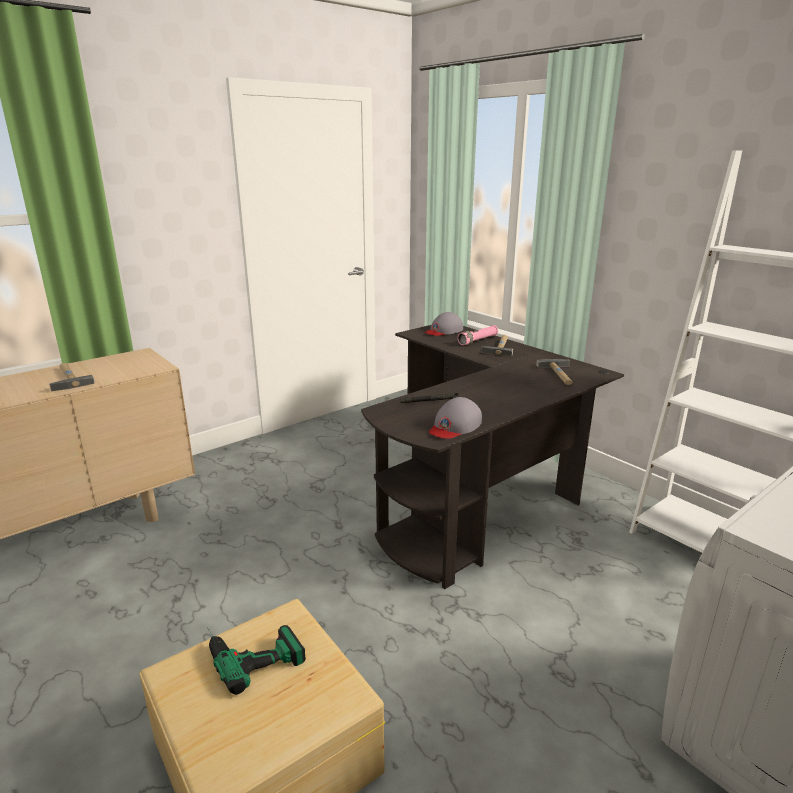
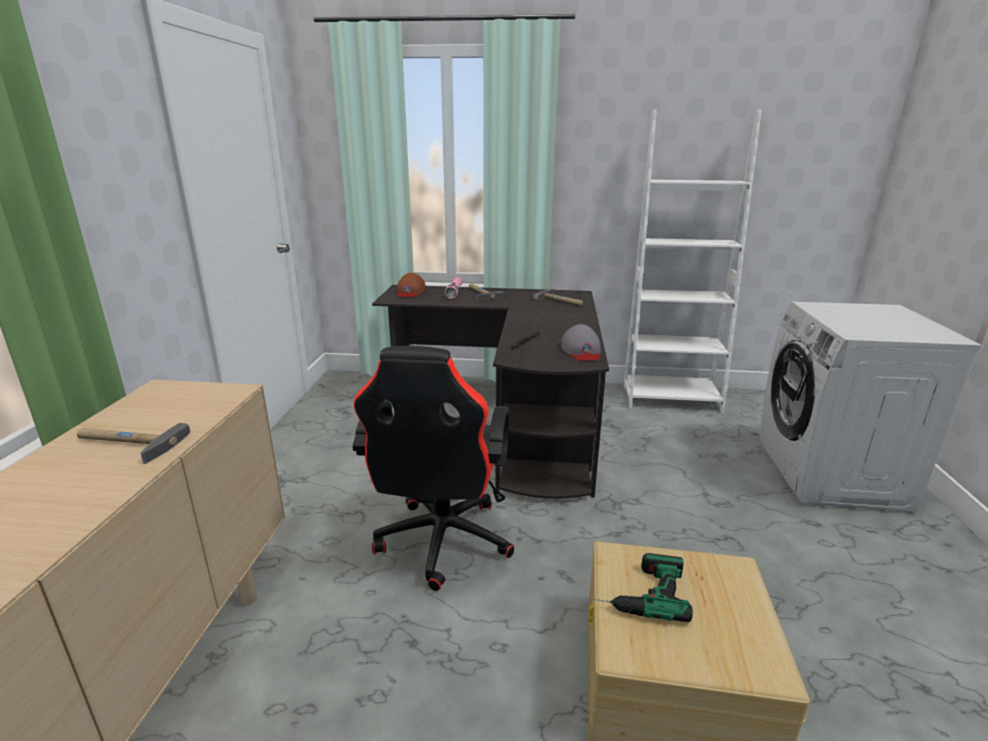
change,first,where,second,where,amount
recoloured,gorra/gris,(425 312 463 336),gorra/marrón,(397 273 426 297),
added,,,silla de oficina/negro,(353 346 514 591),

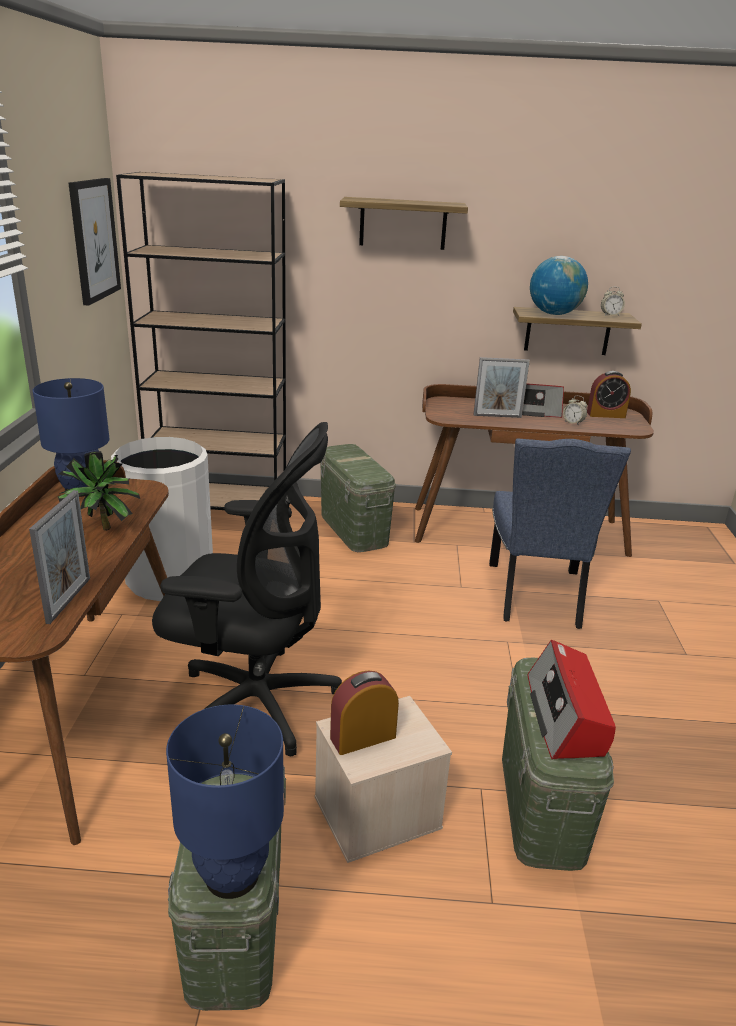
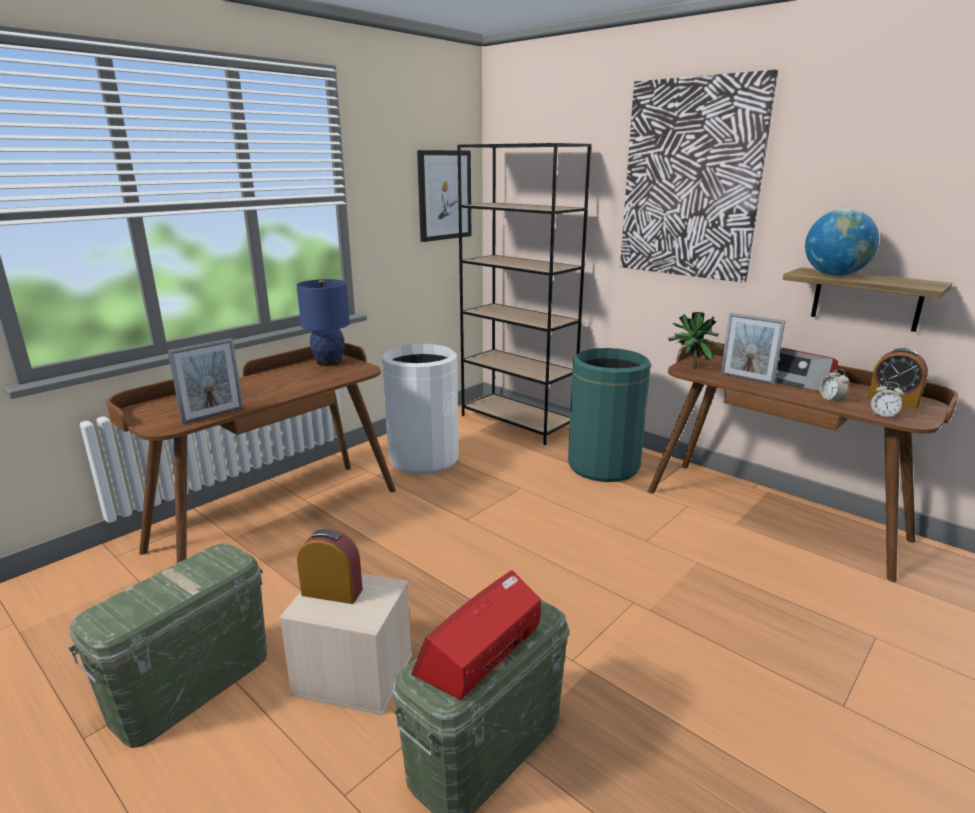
change,first,where,second,where,amount
replaced,estante,(340 197 468 250),cuadro,(620 70 778 283),
moved,despertador,(601 287 625 316),,(871 382 904 419),
removed,silla de oficina/negro,(152 422 342 756),,,
removed,silla/azul,(489 438 631 629),,,
replaced,caja de almacenaje/verde,(321 444 396 552),papelera/verde,(568 348 651 482),
moved,planta en maceta,(58 451 140 531),,(669 312 723 369),
removed,lámpara de mesa/azul,(166 705 284 899),,,

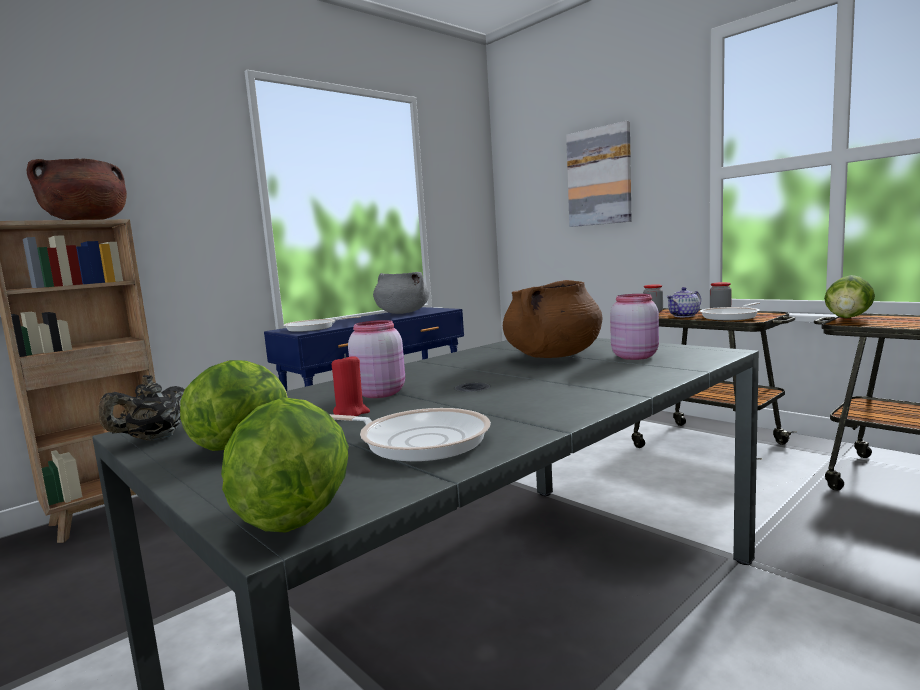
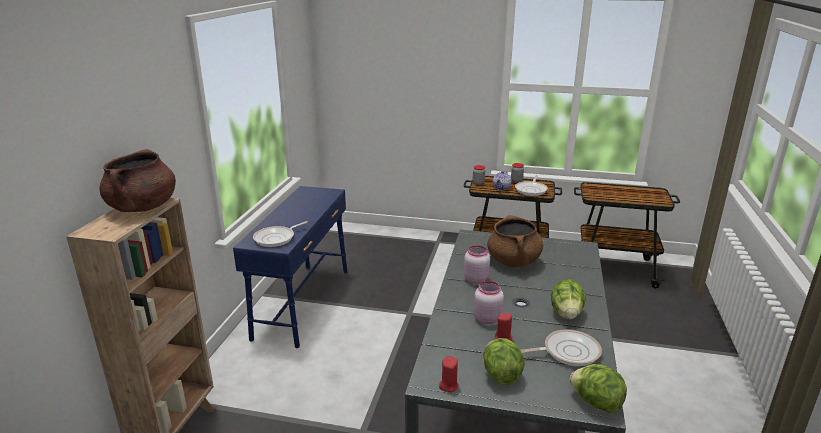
change,first,where,second,where,amount
removed,cuadro,(566 121 632 227),,,
removed,olla/gris,(373 272 429 314),,,
moved,lechuga,(824 275 875 318),,(551 279 586 319),
moved,tarro/rosa,(610 294 659 360),,(464 245 490 284),
replaced,tetera/negro,(99 375 185 441),vela/rojo,(439 356 459 392),

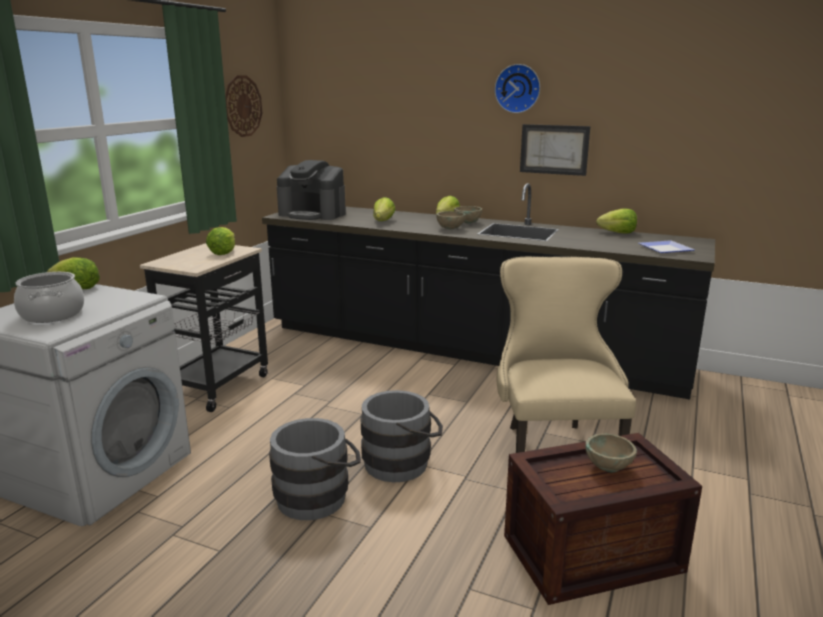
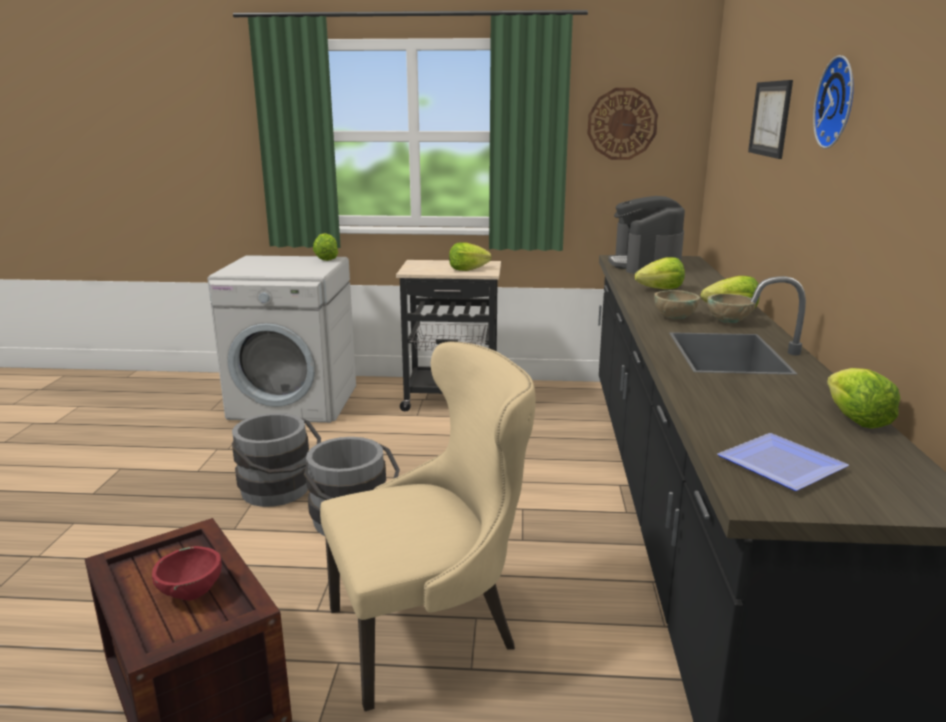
change,first,where,second,where,amount
moved,cuadro,(520 124 590 176),,(748 80 793 159),
removed,olla,(14 272 84 323),,,
recoloured,cuenco/beis,(585 434 637 472),cuenco/rojo,(152 546 222 600),

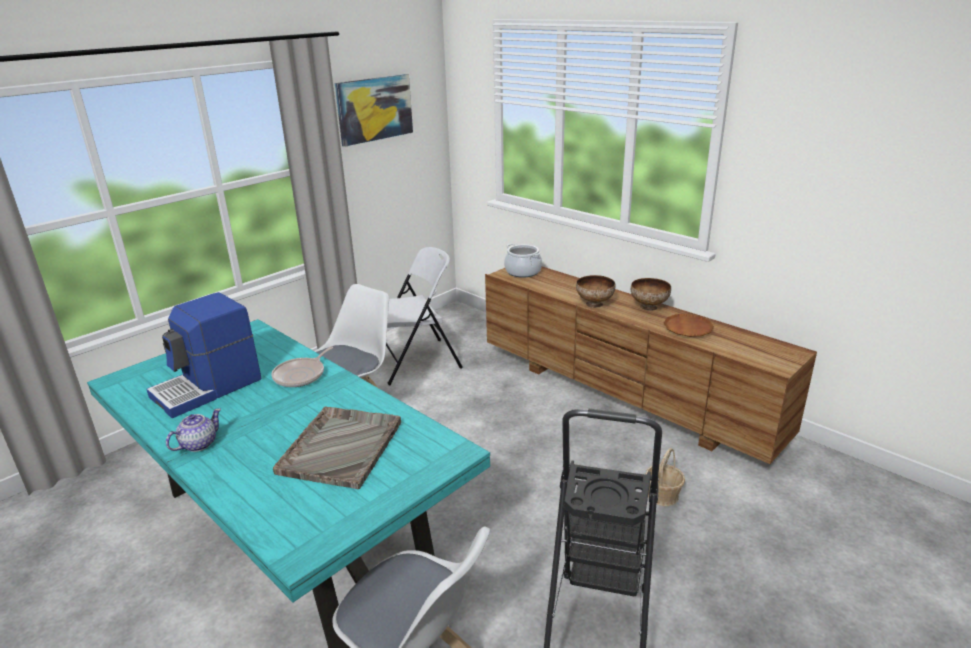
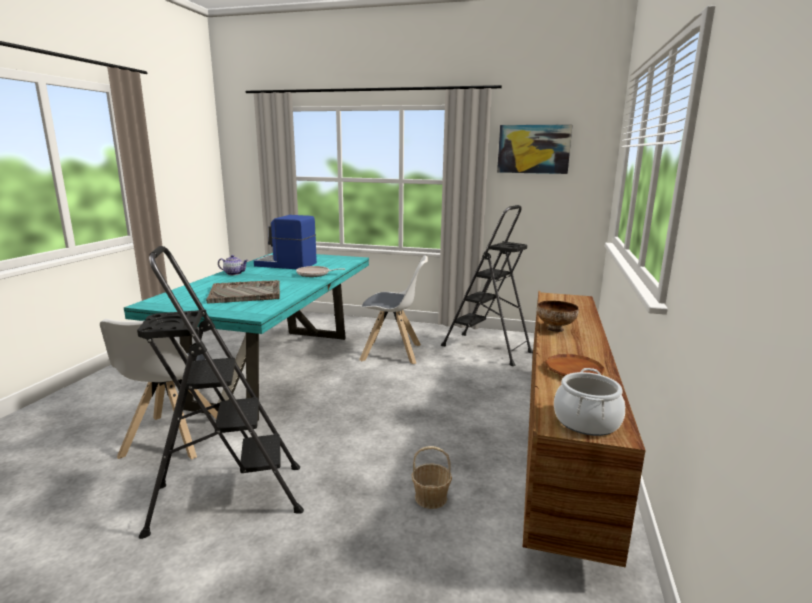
change,first,where,second,where,amount
moved,olla,(504 244 542 278),,(554 368 625 436),
replaced,silla/blanco,(386 247 462 386),escalera de tijera,(441 205 533 366),
removed,cuenco,(631 278 671 311),,,

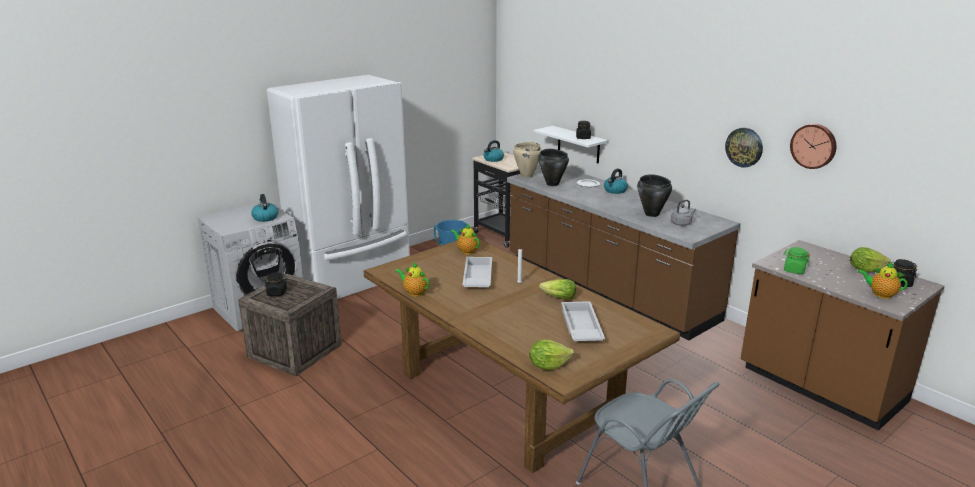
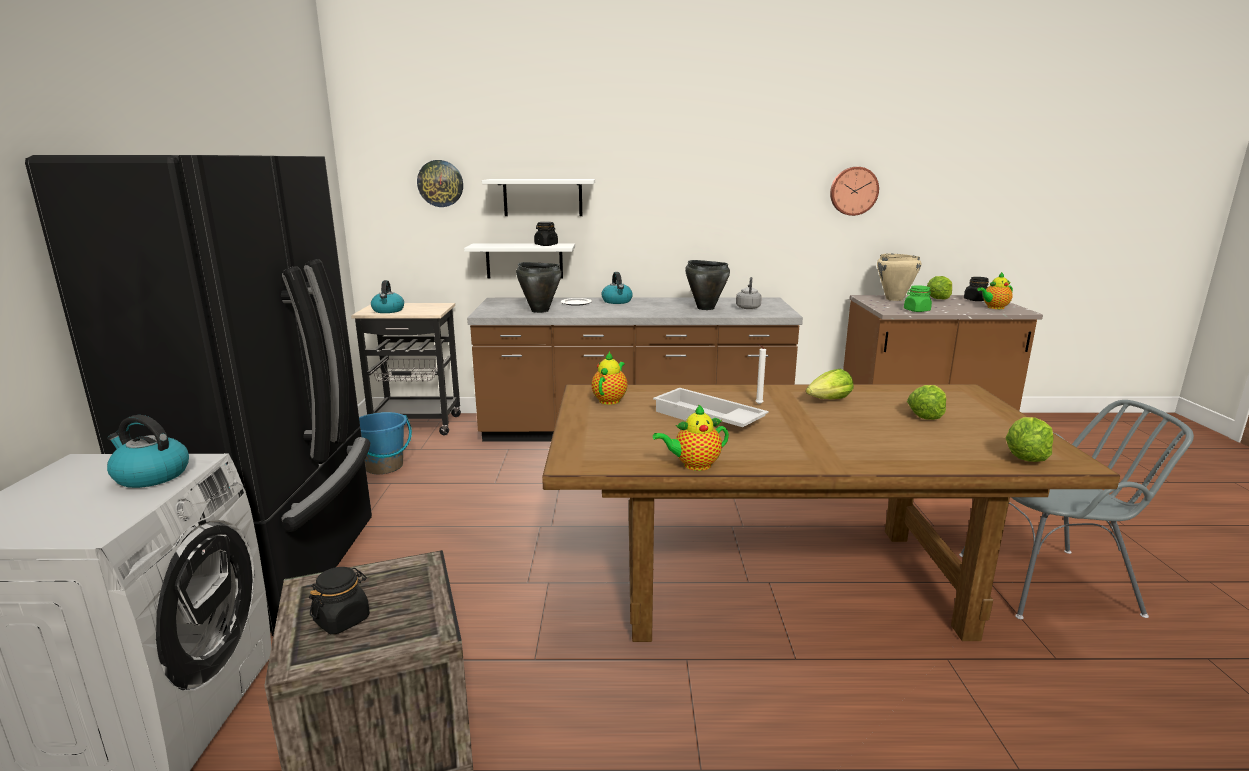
change,first,where,second,where,amount
recoloured,nevera/blanco,(267 75 410 299),nevera/negro,(25 155 372 636),
moved,reloj de pared,(725 128 763 168),,(417 160 463 207),
moved,olla/beis,(513 142 542 178),,(877 253 921 301),
turned,tetera,(451 224 480 254),,(591 352 627 405),120 degrees clockwise
replaced,bandeja/blanco,(561 301 605 341),lechuga,(907 385 946 420),
added,,,estante/blanco,(482 179 595 216),

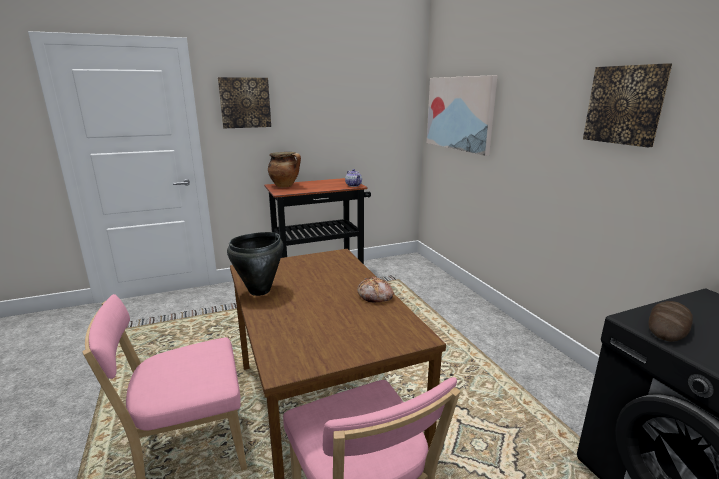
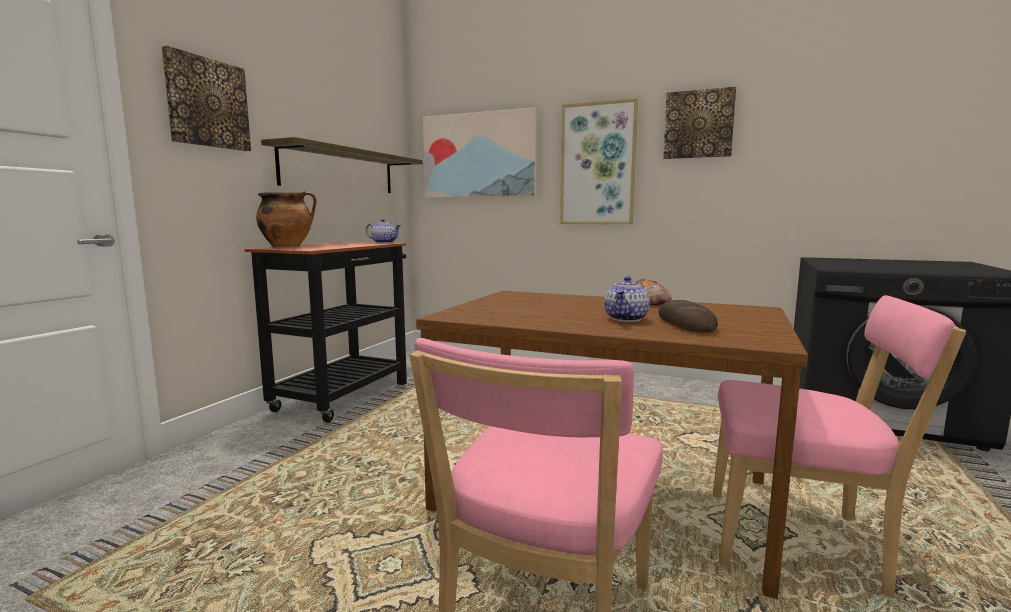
change,first,where,second,where,amount
removed,olla/negro,(227 232 283 296),,,
moved,pan,(648 301 693 342),,(658 300 718 333),
added,,,cuadro,(560 98 638 224),
added,,,estante,(261 137 423 193),
added,,,tetera,(604 276 650 322),

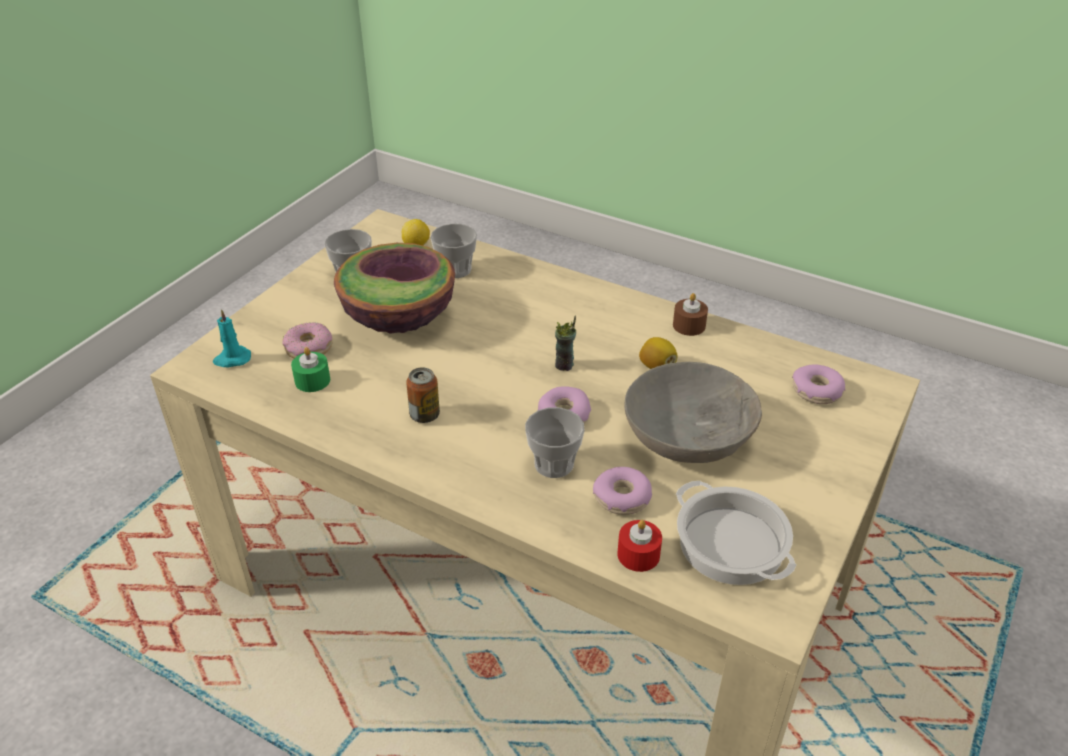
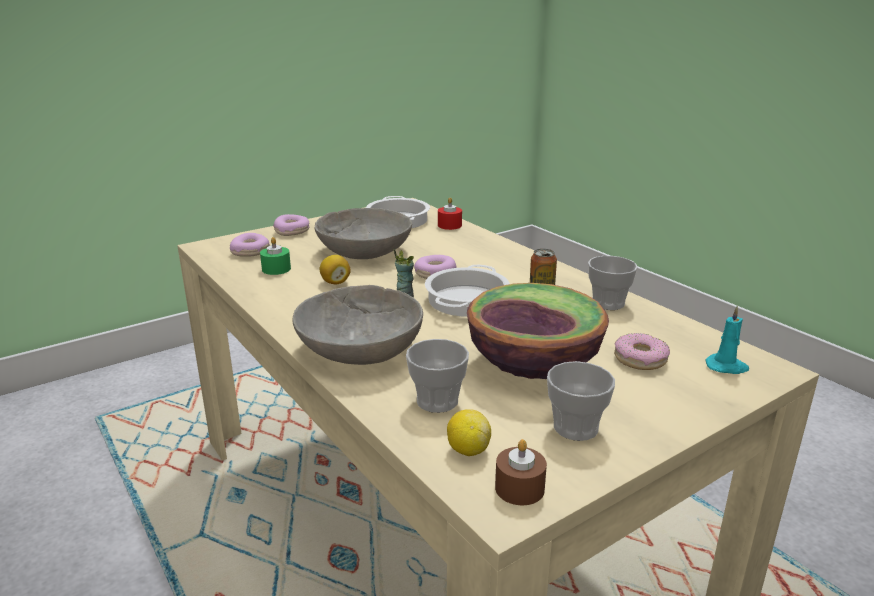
change,first,where,second,where,amount
moved,vela/marrón,(673 293 708 336),,(495 439 547 505),
moved,vela/verde,(291 347 330 392),,(260 237 291 275),
moved,taza,(525 407 585 478),,(588 256 638 310),
moved,rosquilla,(593 467 652 515),,(273 214 309 236),
added,,,olla,(425 265 510 317),
added,,,cuenco/gris,(293 285 423 365),

